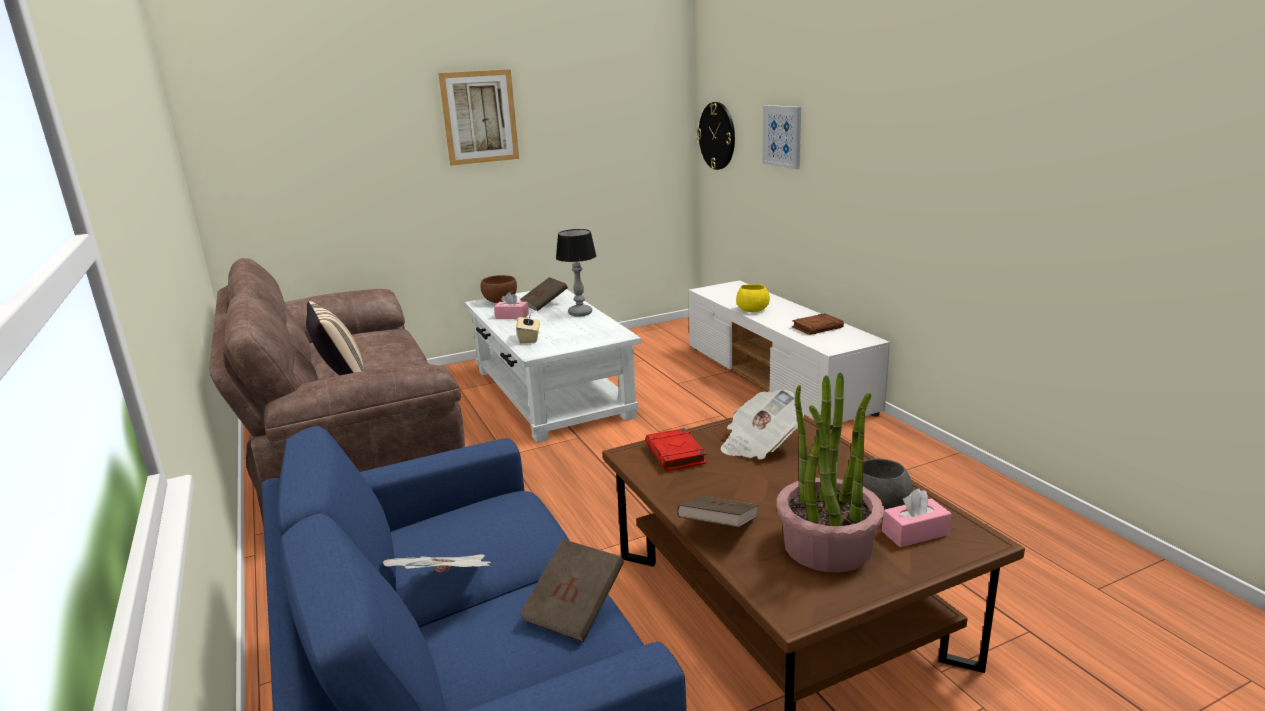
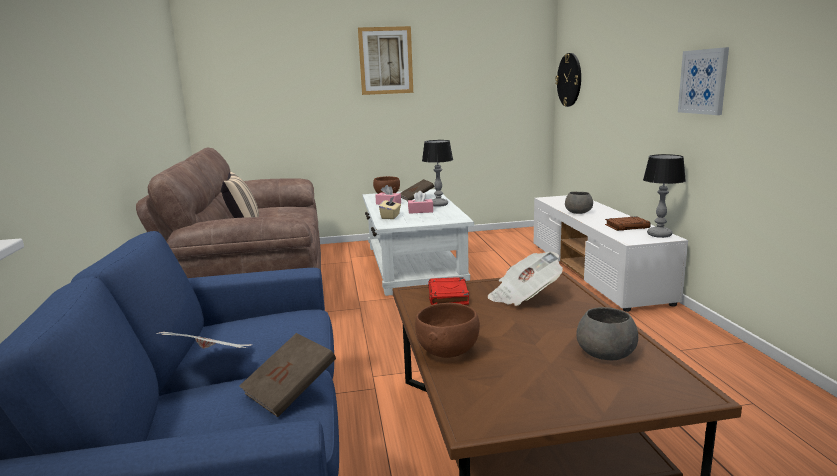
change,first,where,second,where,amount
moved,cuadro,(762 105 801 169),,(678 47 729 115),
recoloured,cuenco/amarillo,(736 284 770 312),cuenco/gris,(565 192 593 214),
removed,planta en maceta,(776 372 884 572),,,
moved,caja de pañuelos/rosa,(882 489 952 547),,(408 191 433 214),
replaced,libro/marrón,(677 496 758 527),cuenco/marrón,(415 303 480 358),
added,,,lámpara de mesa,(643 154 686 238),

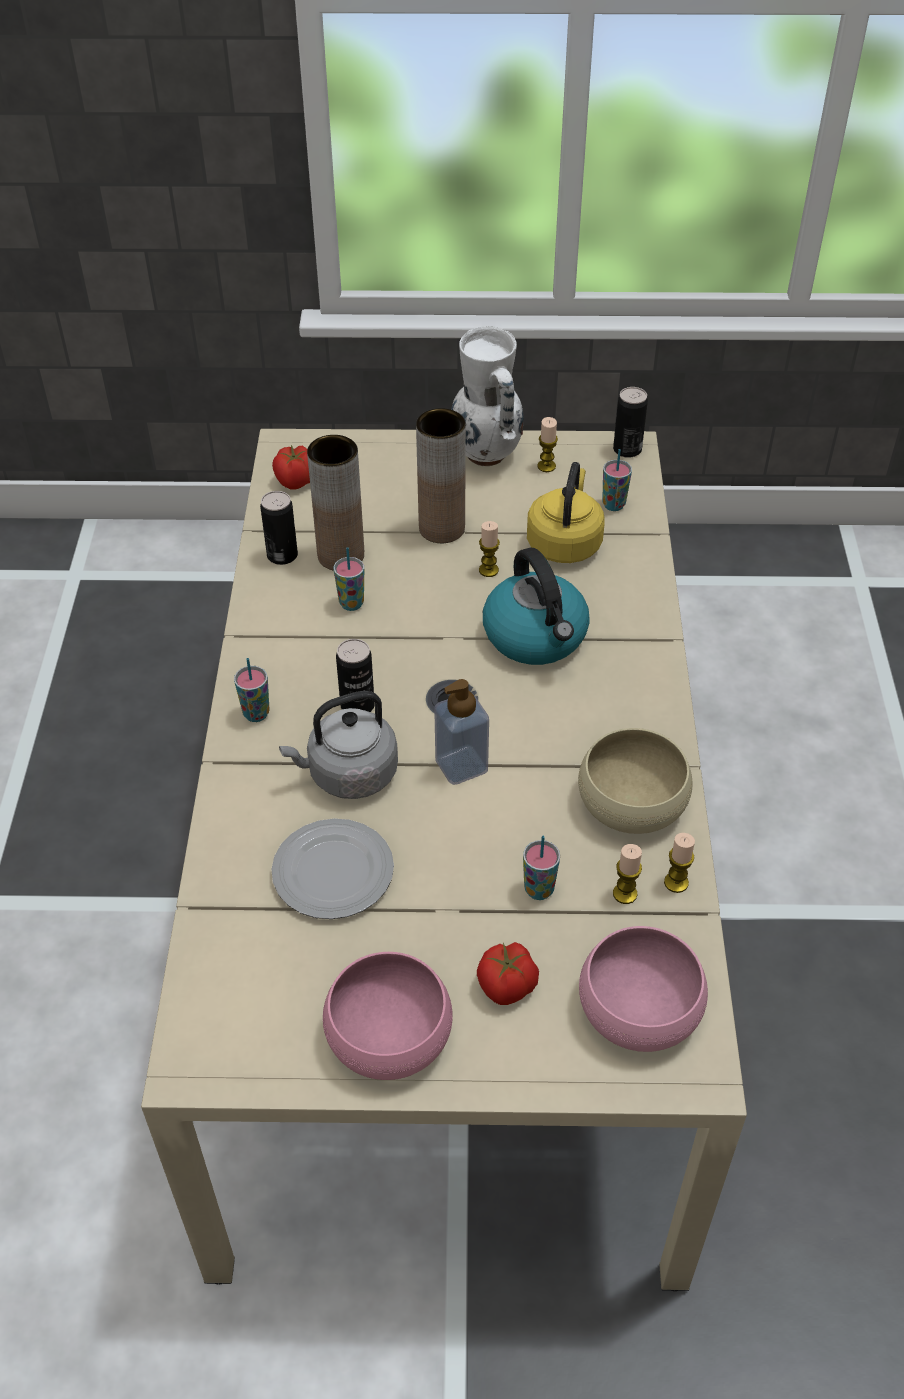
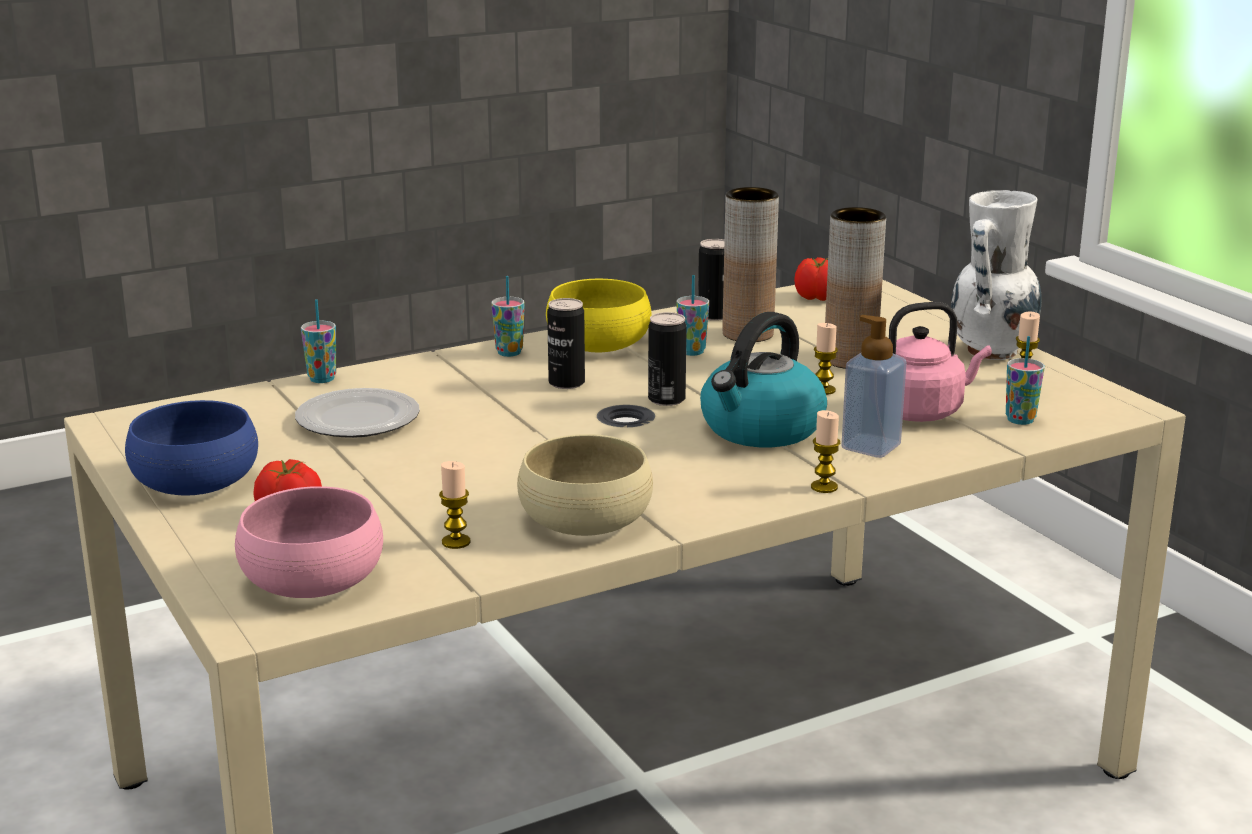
change,first,where,second,where,amount
moved,lata,(613 387 648 458),,(648 312 687 406),
recoloured,hervidor/amarillo,(527 462 605 563),hervidor/rosa,(889 302 992 422),
moved,dispensador de jabón,(434 679 489 785),,(841 315 907 458),
removed,hervidor/gris,(279 691 398 799),,,
moved,vela,(664 833 695 893),,(811 410 840 493),
moved,taza,(523 836 560 900),,(301 299 336 383),
recoloured,cuenco/rosa,(323 952 453 1080),cuenco/azul,(125 400 258 495),
added,,,cuenco/amarillo,(546 279 651 352),

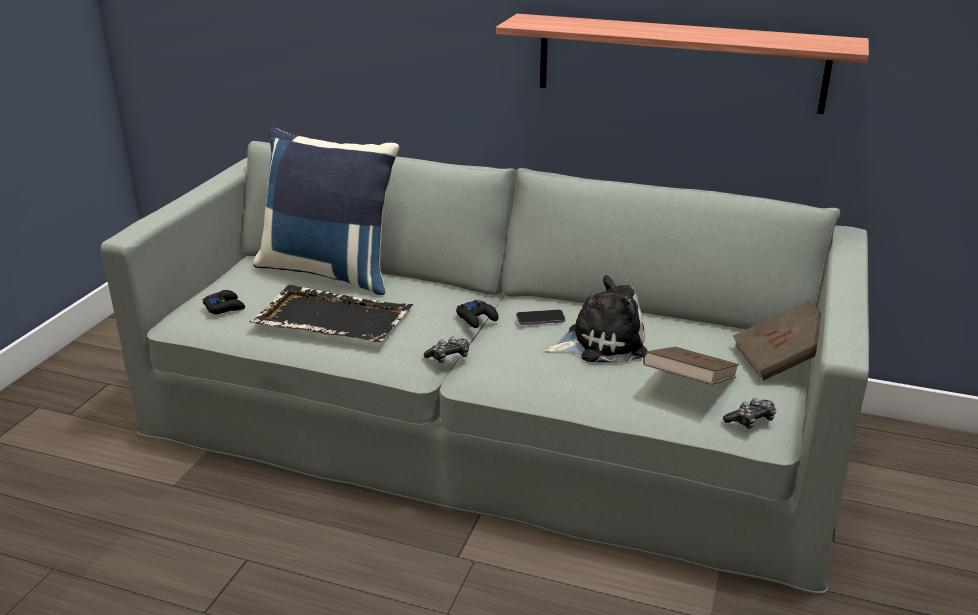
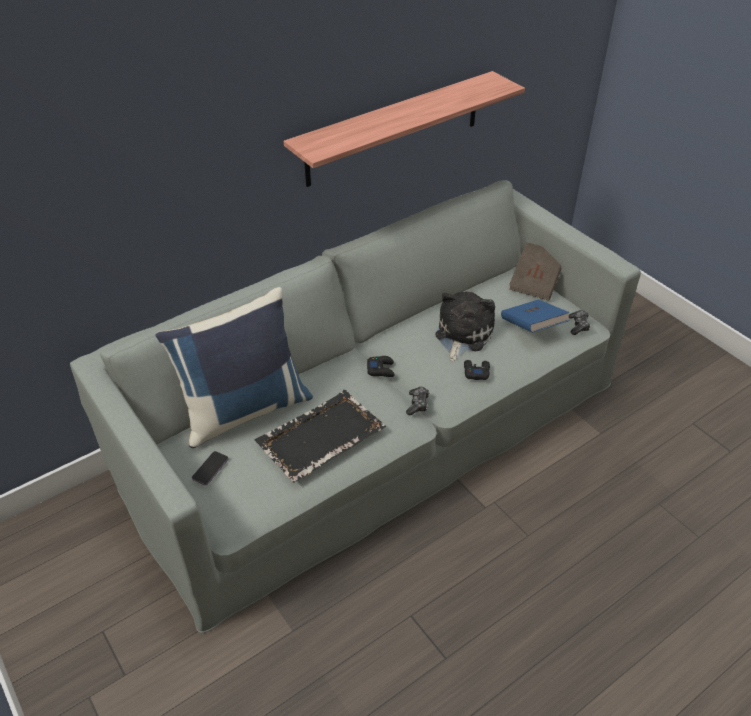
change,first,where,second,where,amount
moved,mando de consola/negro,(202 290 245 314),,(464 360 490 380),
moved,móvil,(516 309 565 325),,(192 451 229 485),
recoloured,libro/marrón,(643 347 739 385),libro/azul,(501 300 570 333),

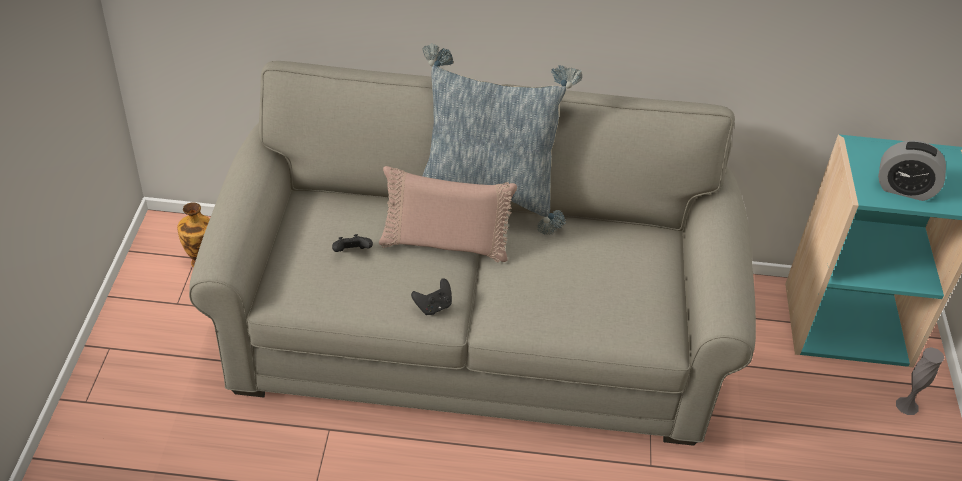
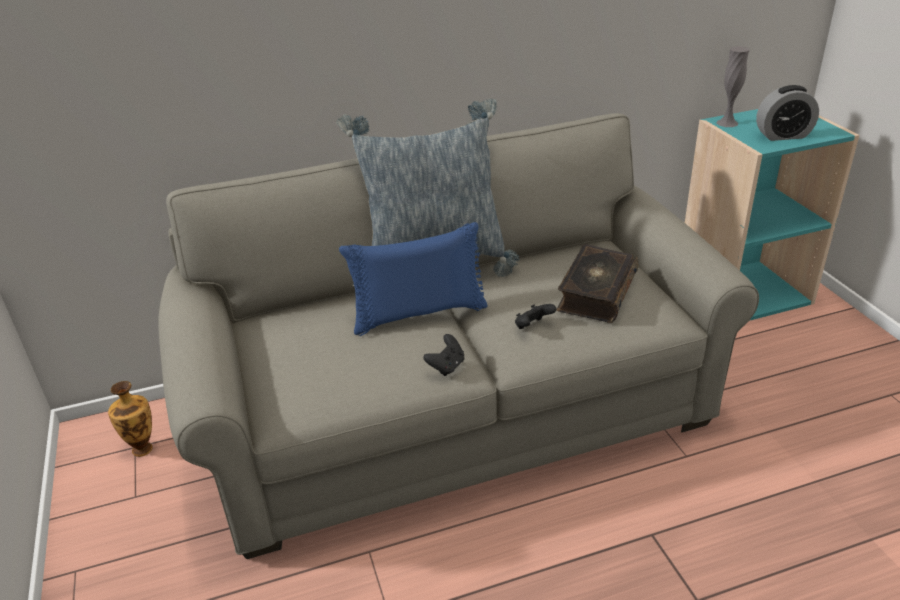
change,first,where,second,where,amount
recoloured,cojín/beis,(379 166 517 262),cojín/azul,(339 222 488 336),
moved,mando de consola/negro,(332 234 373 252),,(515 304 556 329),
moved,florero/gris,(896 347 944 415),,(717 46 750 127),
added,,,libro,(557 244 639 323),

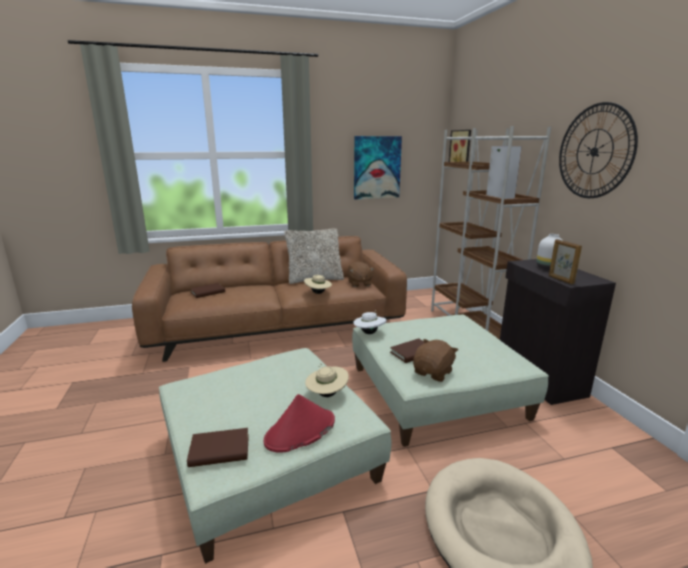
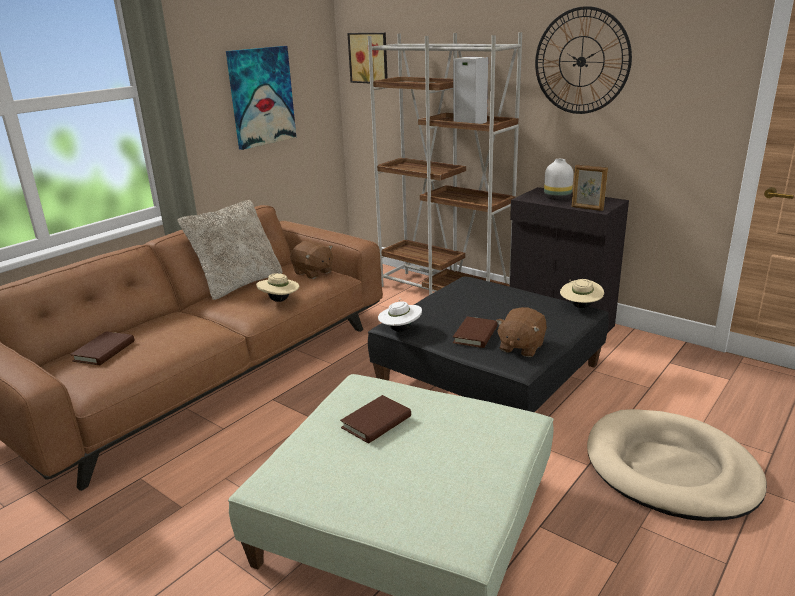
change,first,where,second,where,amount
recoloured,puf/verde,(352 315 549 447),puf/negro,(368 277 609 412),
turned,peluche/marrón,(413 339 458 382),,(496 307 547 357),150 degrees counterclockwise
moved,sombrero/beis,(305 364 349 397),,(560 279 604 308),
removed,sombrero/rojo,(264 394 335 453),,,
moved,libro/marrón,(187 428 249 467),,(340 395 411 444),

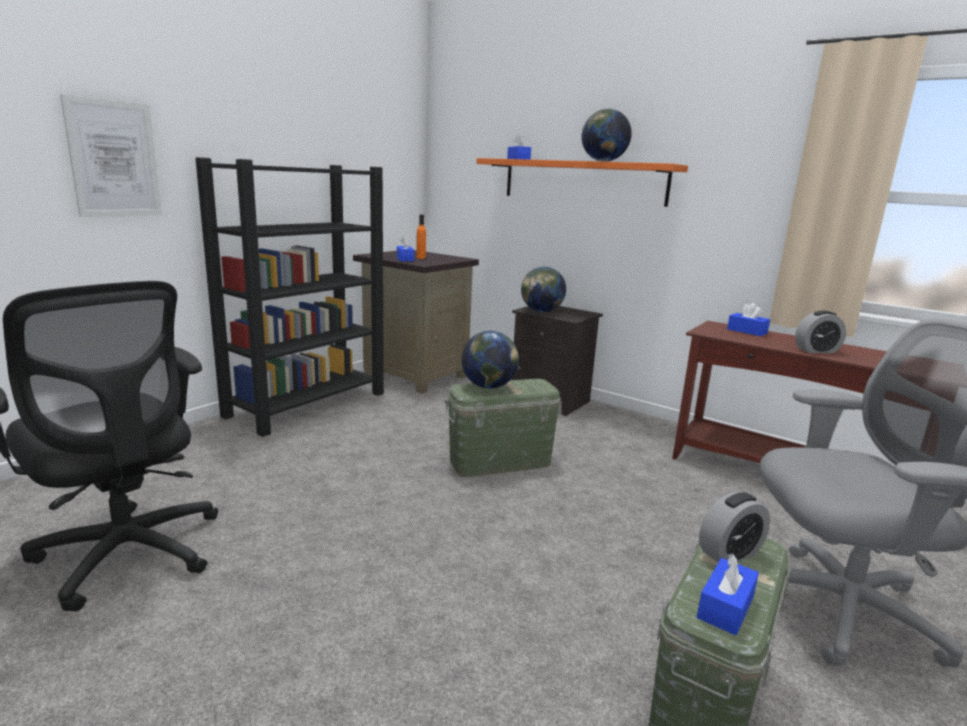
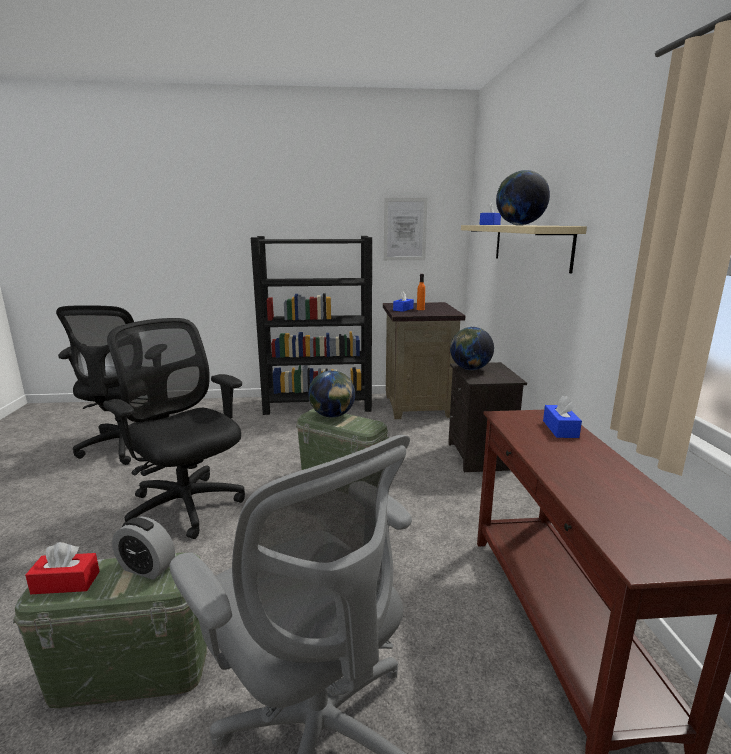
change,first,where,second,where,amount
moved,cuadro,(60 94 162 217),,(384 198 428 260),
recoloured,estante/naranja,(476 158 688 207),estante/beis,(461 225 587 273),
removed,despertador,(795 310 846 353),,,
recoloured,caja de pañuelos/azul,(697 554 759 636),caja de pañuelos/rojo,(25 542 100 594),
added,,,silla de oficina/negro,(103 318 245 539),

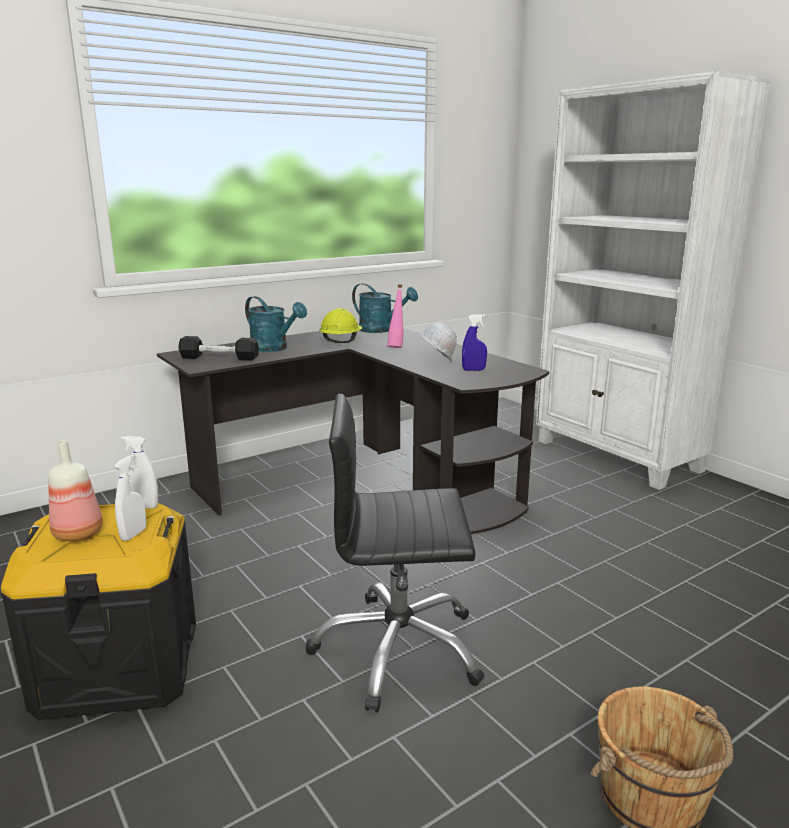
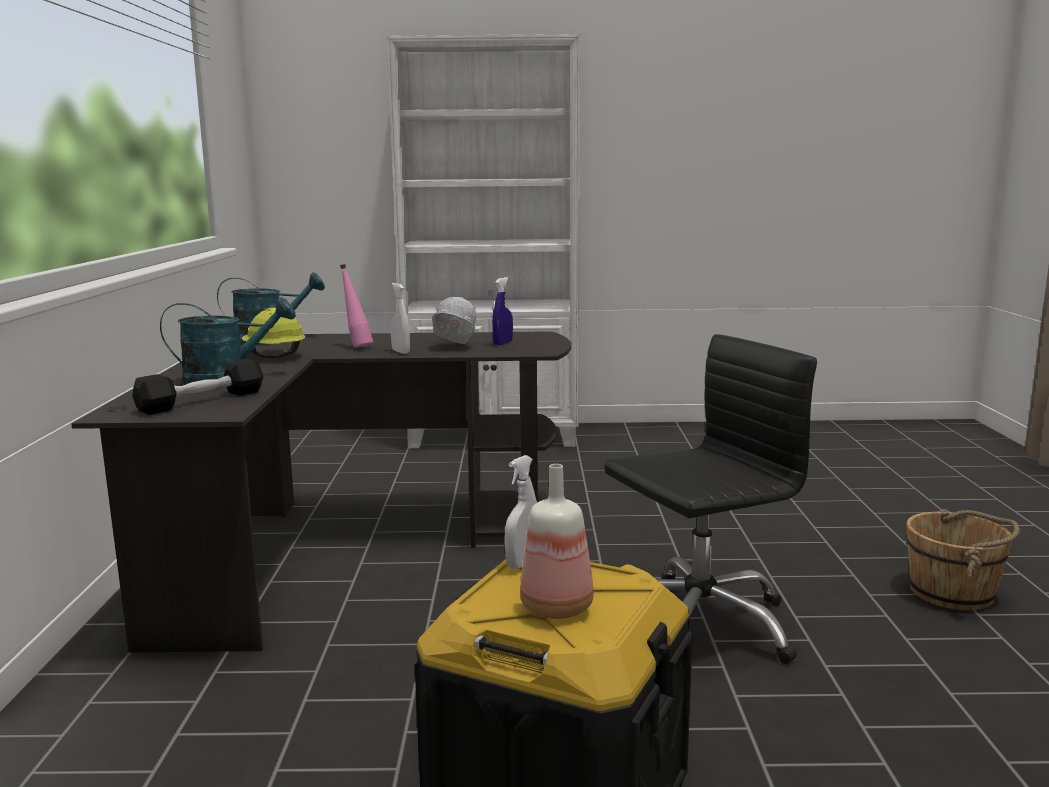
change,first,where,second,where,amount
turned,silla de oficina/negro,(305 394 484 712),,(604 334 817 664),150 degrees counterclockwise
moved,pulverizador/blanco,(114 454 146 541),,(390 283 410 354),

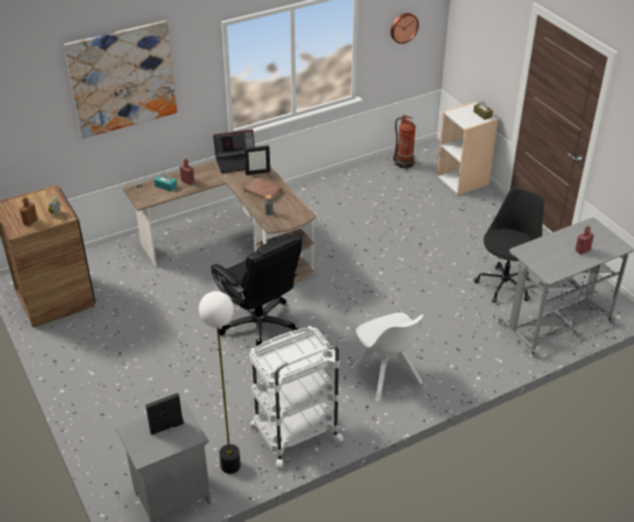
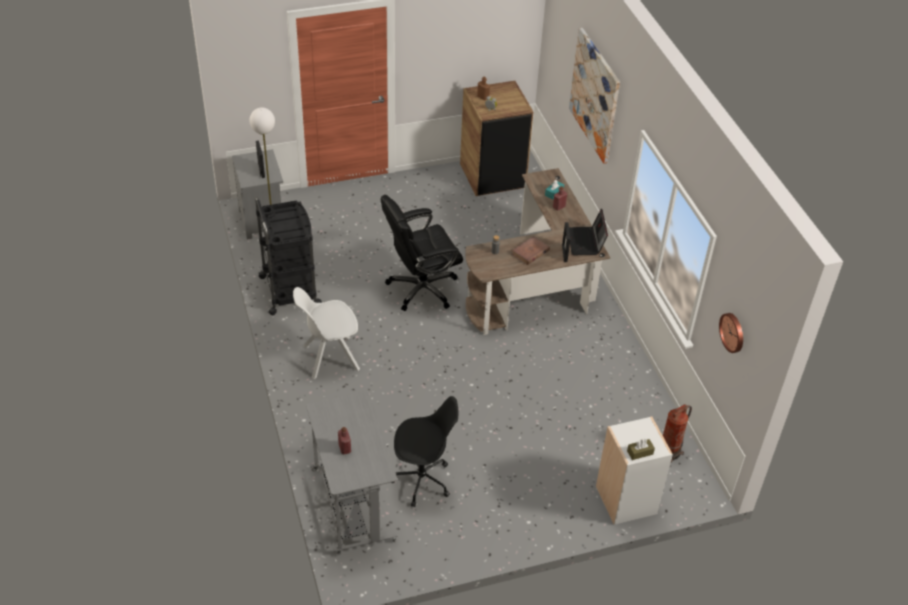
change,first,where,second,where,amount
turned,silla de oficina/negro,(474 187 544 303),,(391 396 459 507),45 degrees counterclockwise
recoloured,carrito/blanco,(249 326 344 469),carrito/negro,(255 197 322 315),

